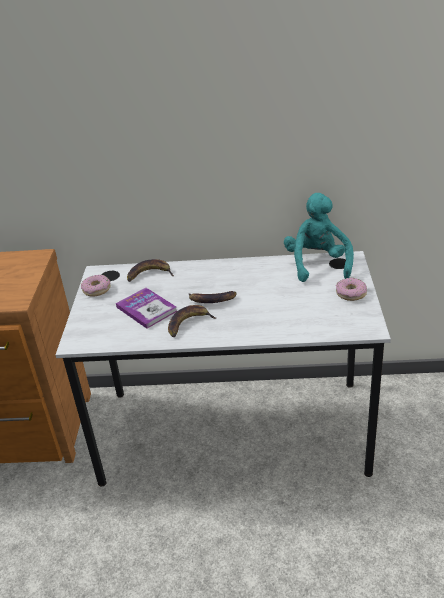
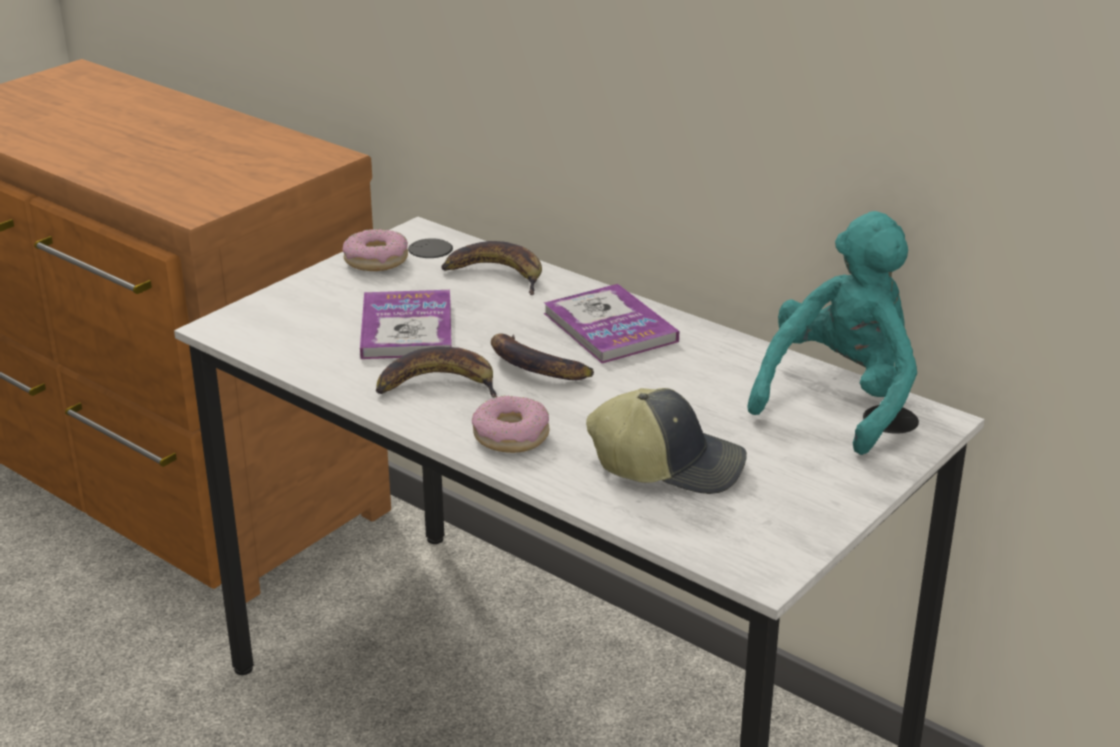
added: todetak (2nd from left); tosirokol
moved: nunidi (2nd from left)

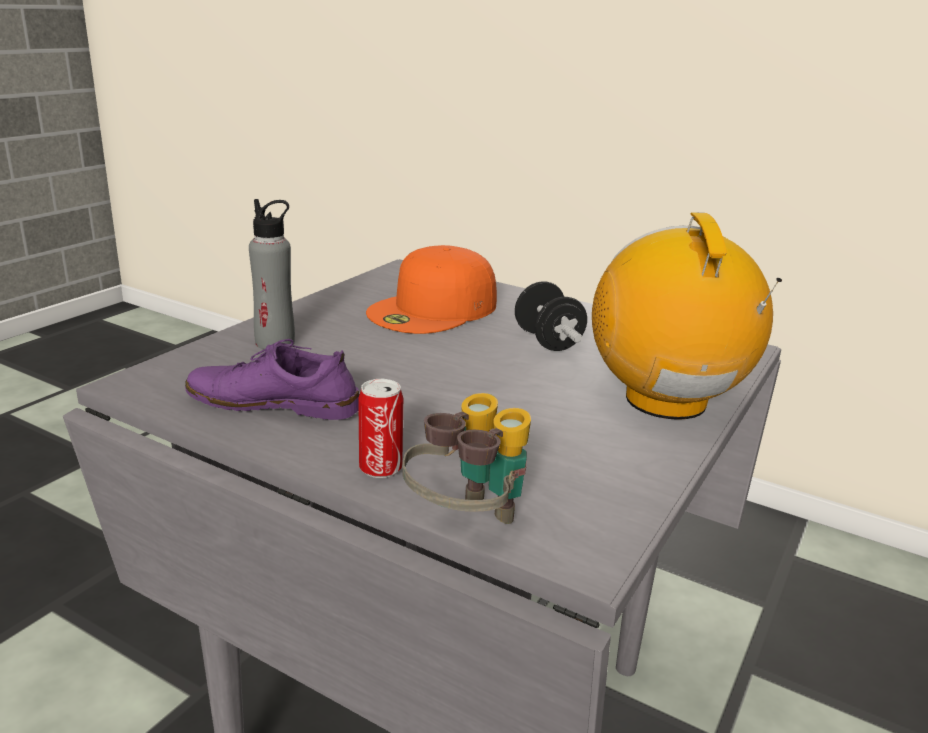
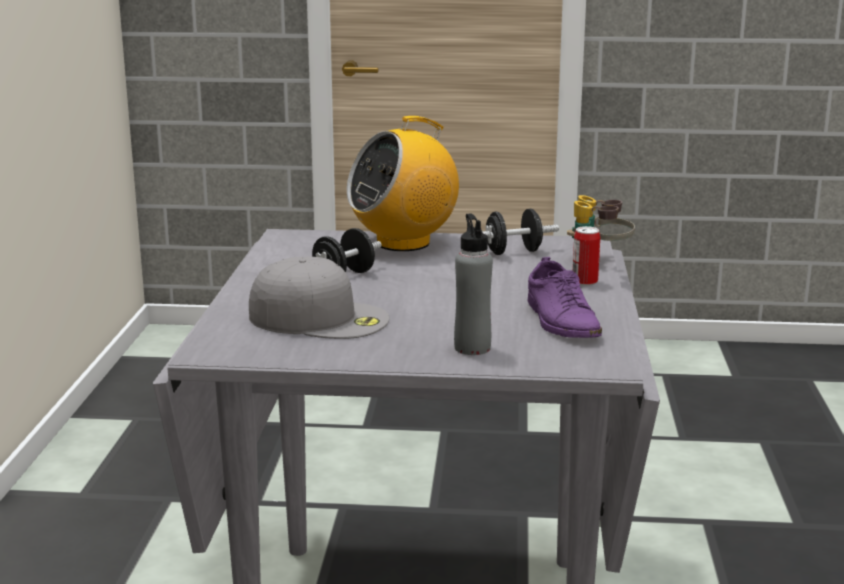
added: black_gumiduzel (2nd from left)
recoloured: orange_tosirokol to grey_tosirokol

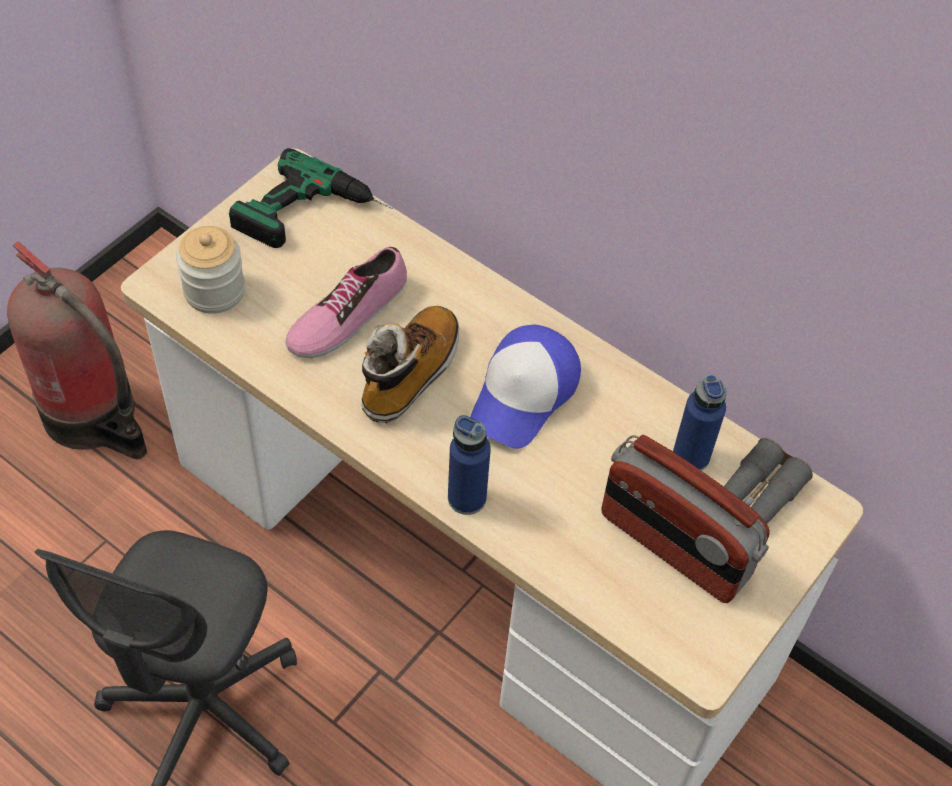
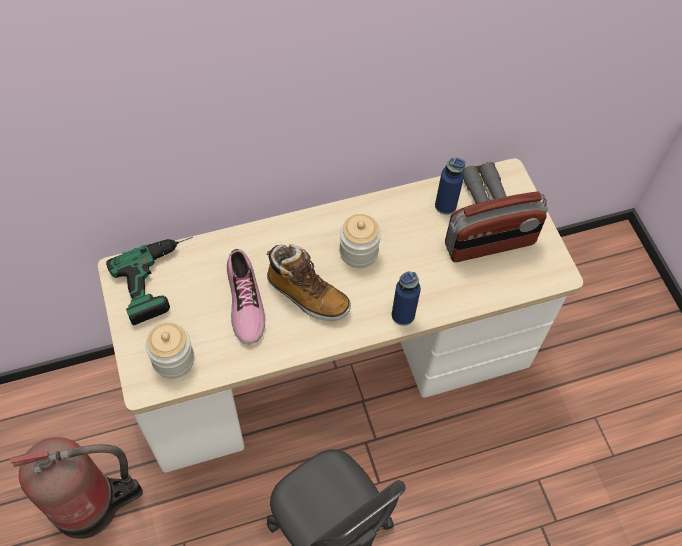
replaced: tosirokol to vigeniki (2nd from left)
turned: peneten 150 degrees clockwise

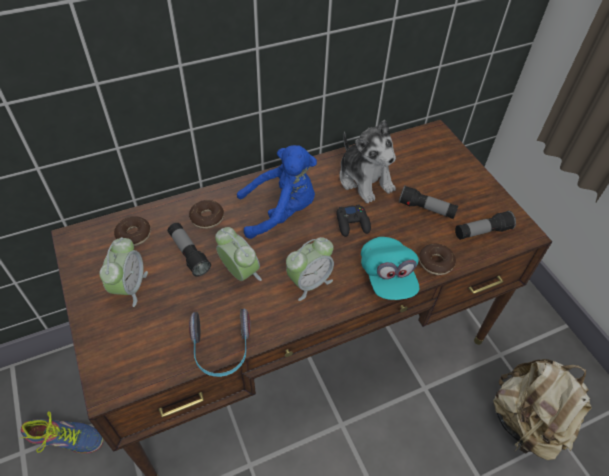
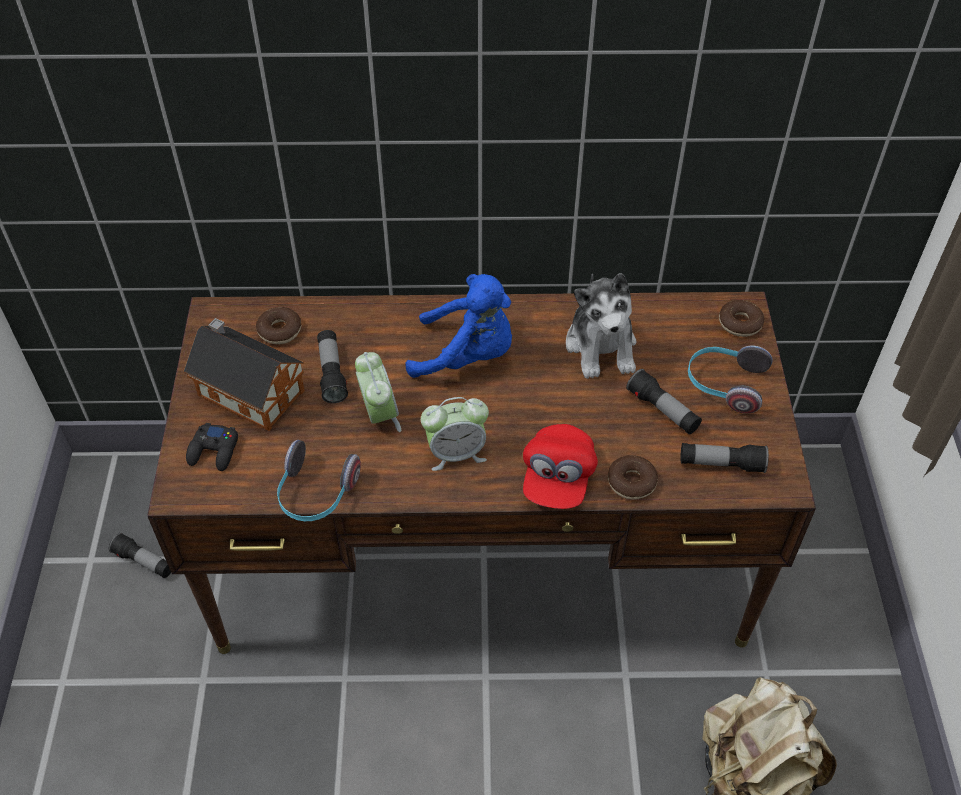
added: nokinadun (2nd from left)
moved: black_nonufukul; nunidi (2nd from left in the first image) to nunidi (3rd from left)
replaced: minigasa to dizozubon (1st from left); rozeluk (1st from left) to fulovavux
recoloured: turquoise_tosirokol to red_tosirokol

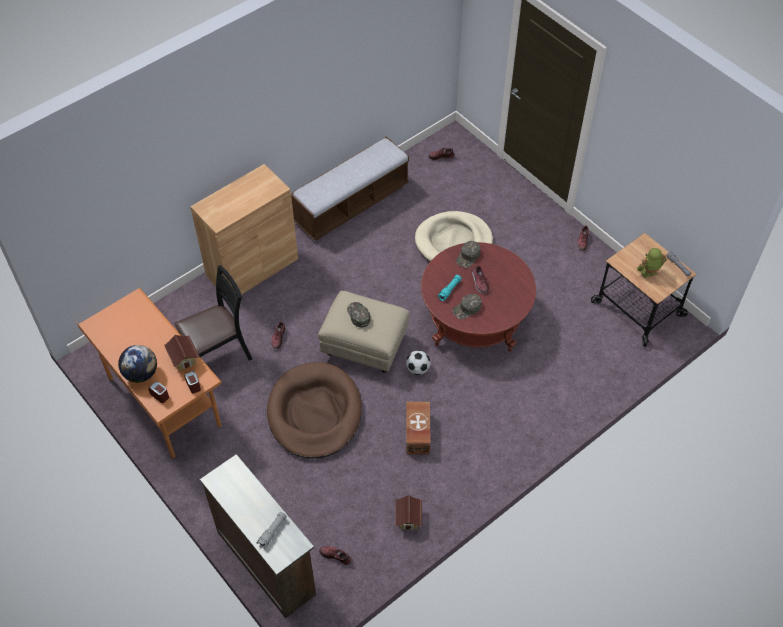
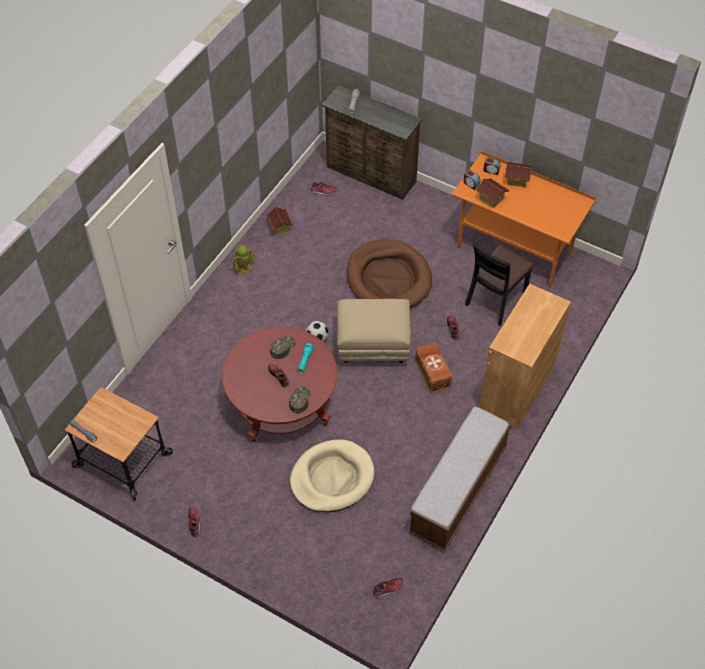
removed: green_tosirokol (1st from left)
moved: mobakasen; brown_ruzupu
replaced: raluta to fulovavux (3rd from left)

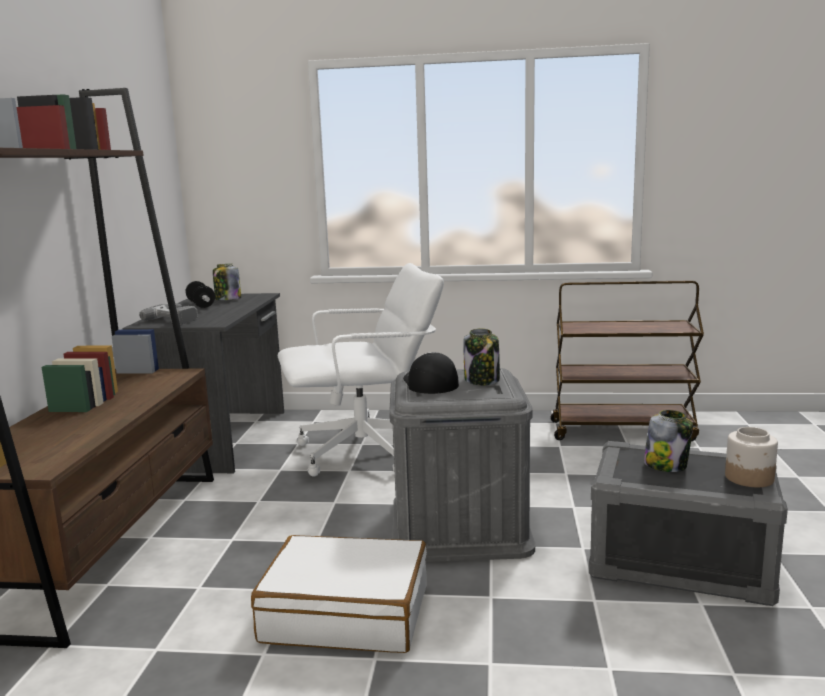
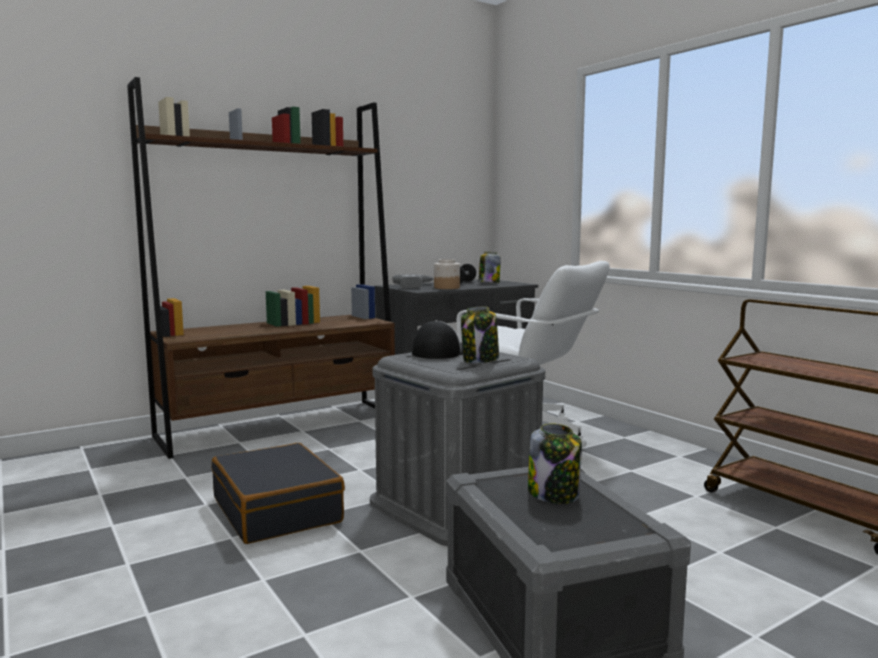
moved: vigeniki (4th from left in the first image) to vigeniki (1st from left)
recoloured: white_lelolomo to black_lelolomo

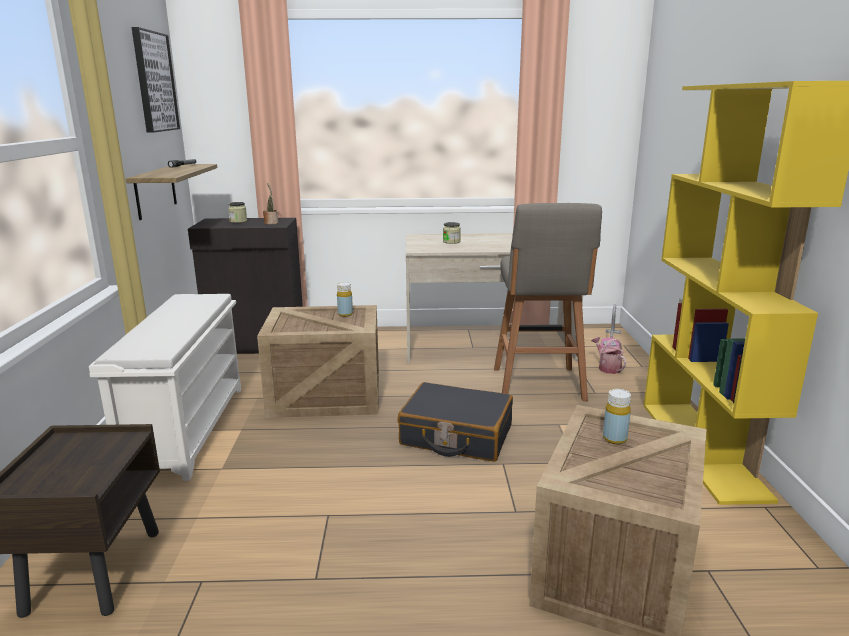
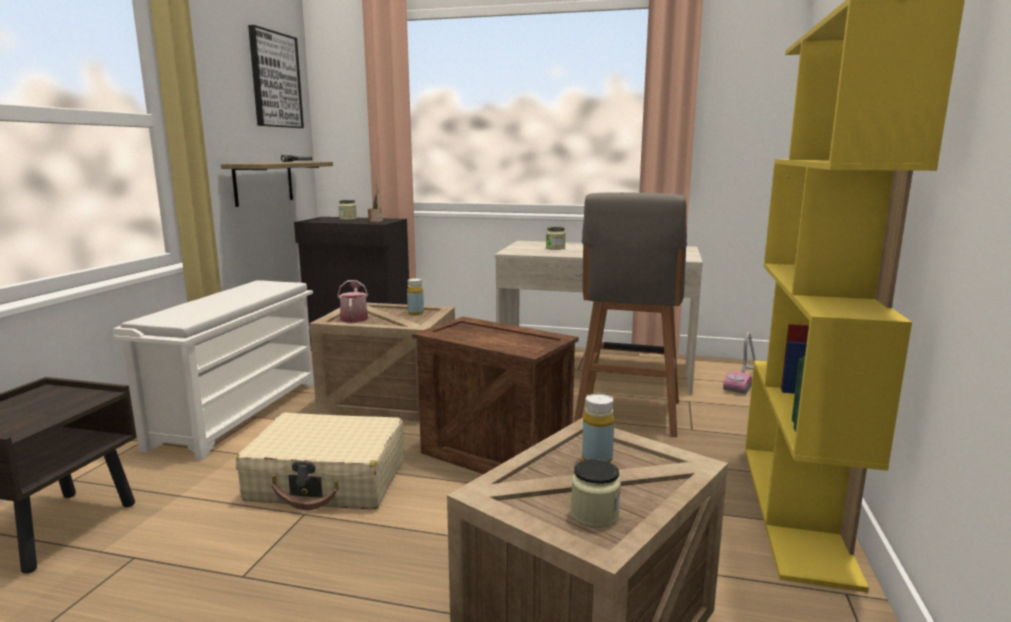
added: beige_lelolomo; vigeniki (3rd from left)
moved: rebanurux
replaced: black_lelolomo to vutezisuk (2nd from left)

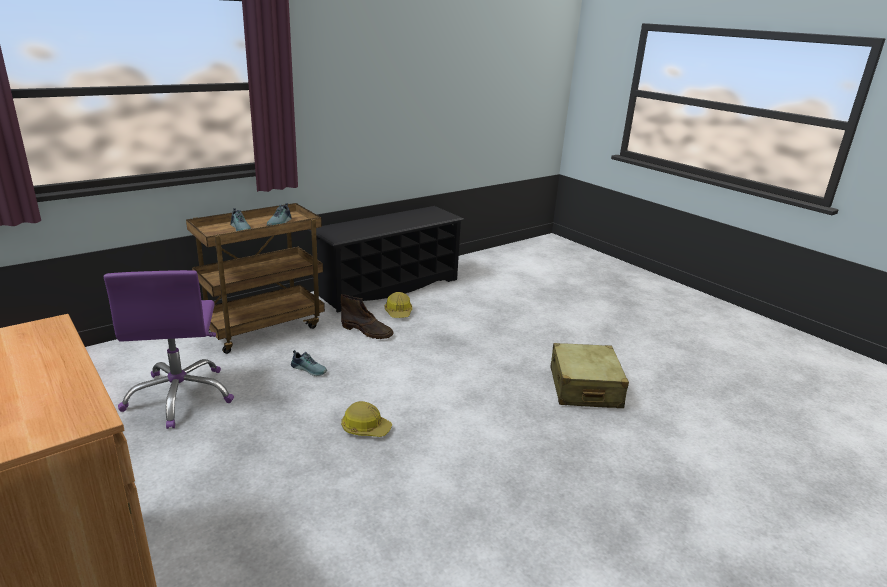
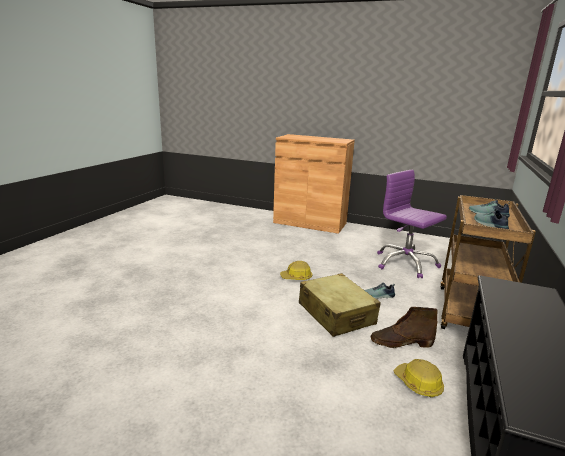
moved: beige_lelolomo

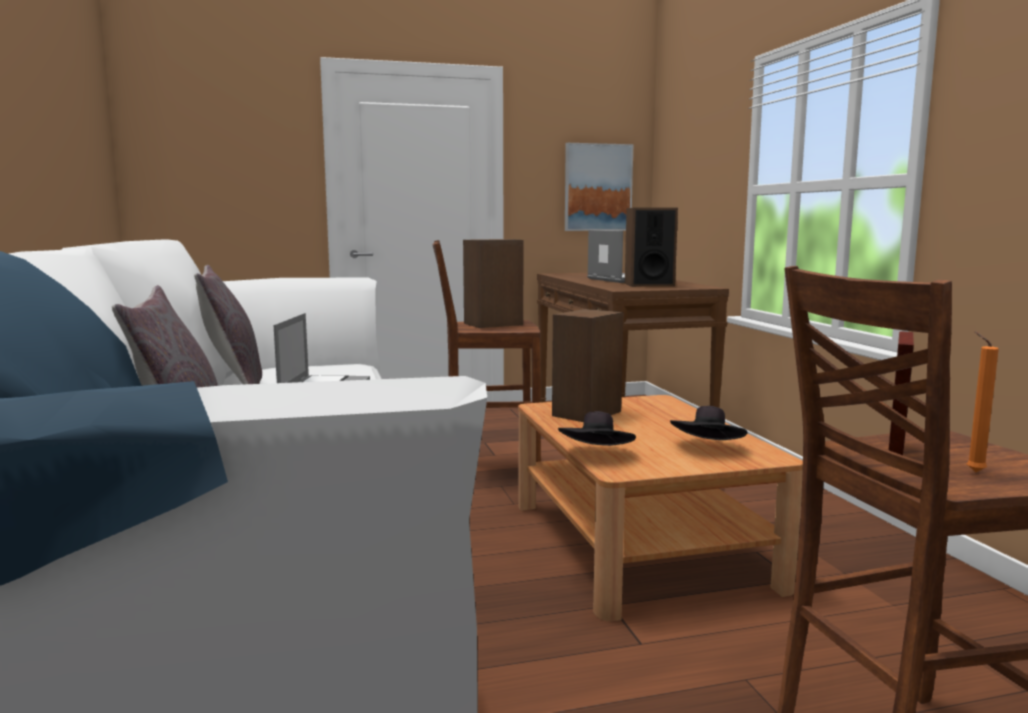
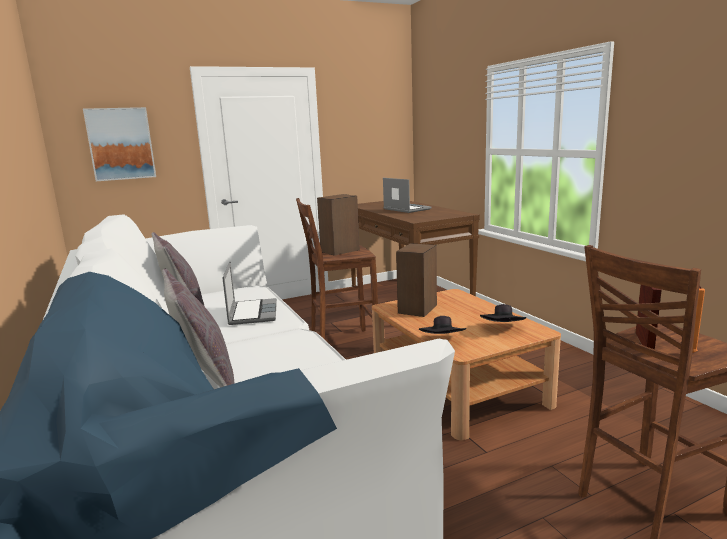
removed: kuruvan (3rd from left)
moved: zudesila

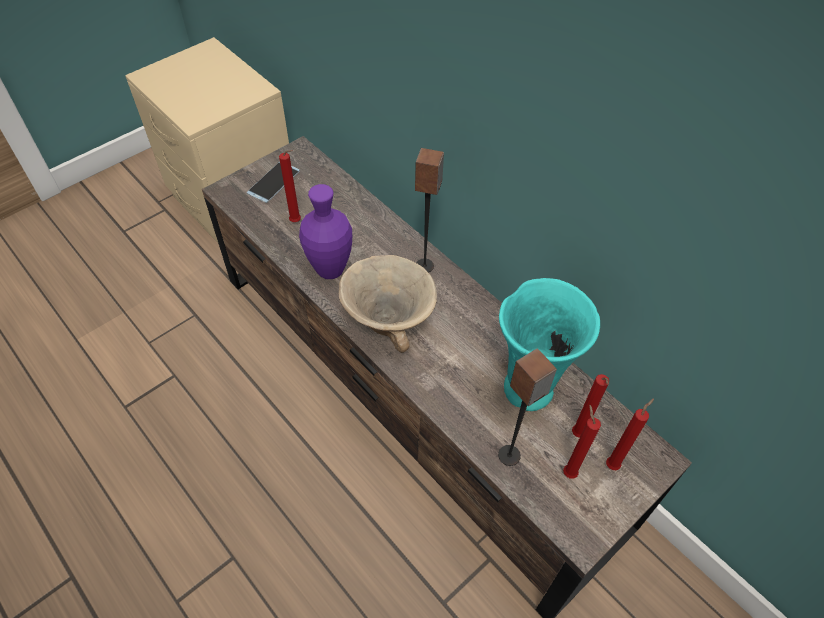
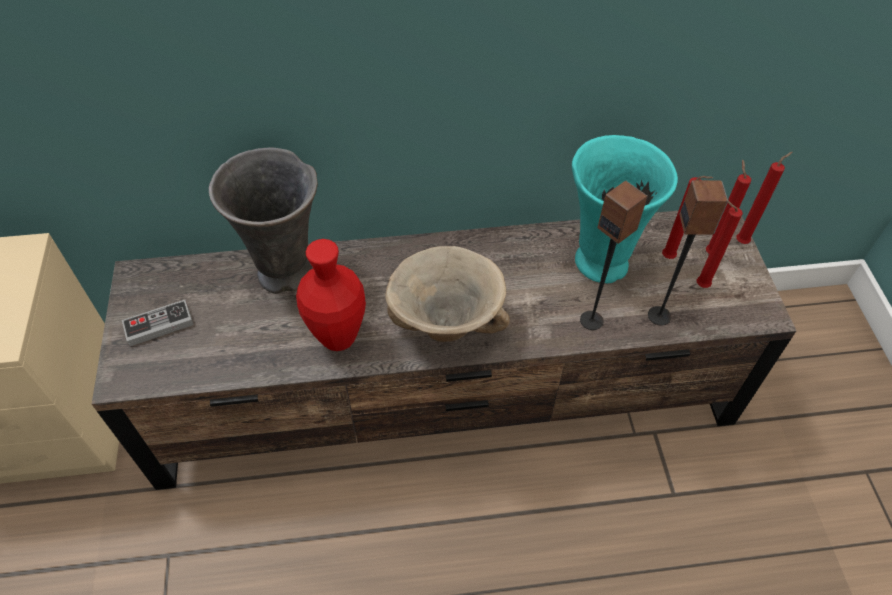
added: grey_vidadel
moved: kuruvan (1st from left); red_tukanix (1st from left in the first image) to red_tukanix (4th from left)
replaced: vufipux to nonufukul
recoloured: purple_vidadel to red_vidadel

